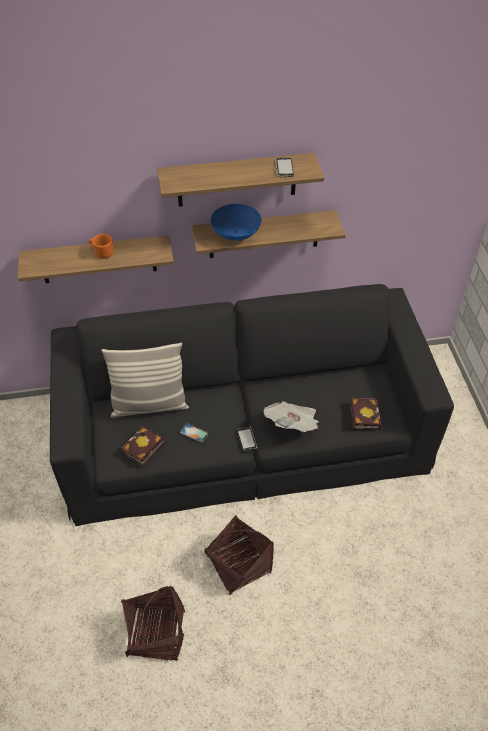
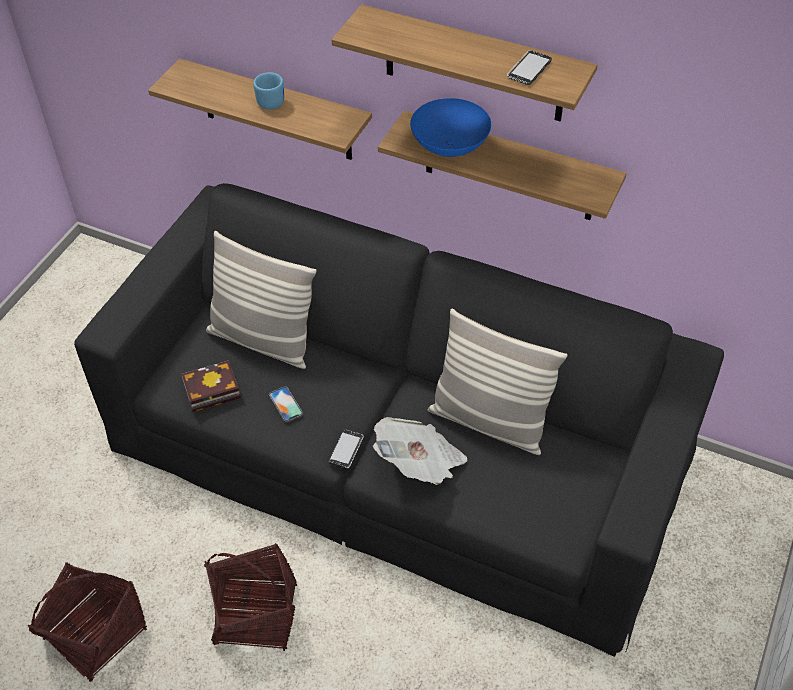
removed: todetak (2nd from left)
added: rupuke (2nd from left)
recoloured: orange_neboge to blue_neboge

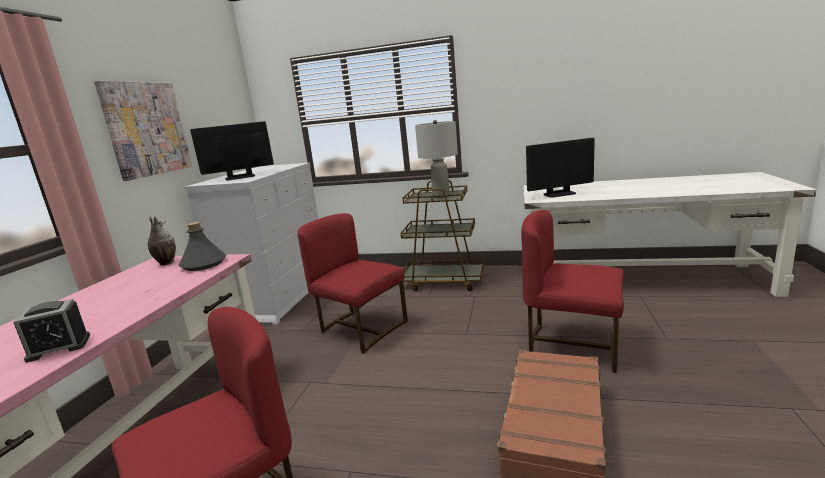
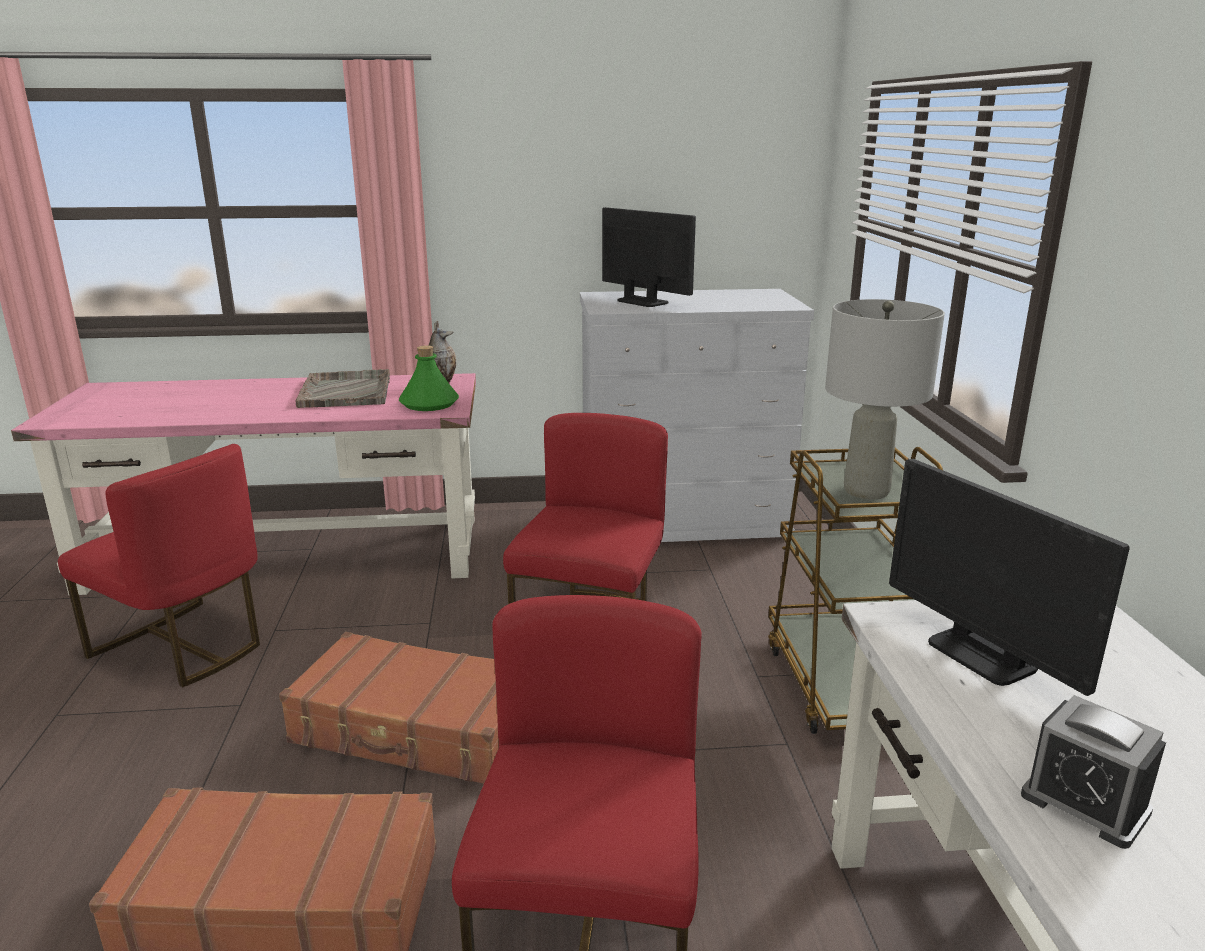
removed: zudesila
added: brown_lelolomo (2nd from left); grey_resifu
moved: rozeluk
recoloured: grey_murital to green_murital

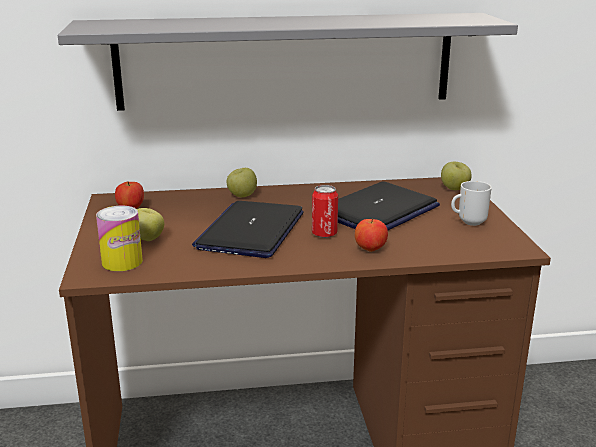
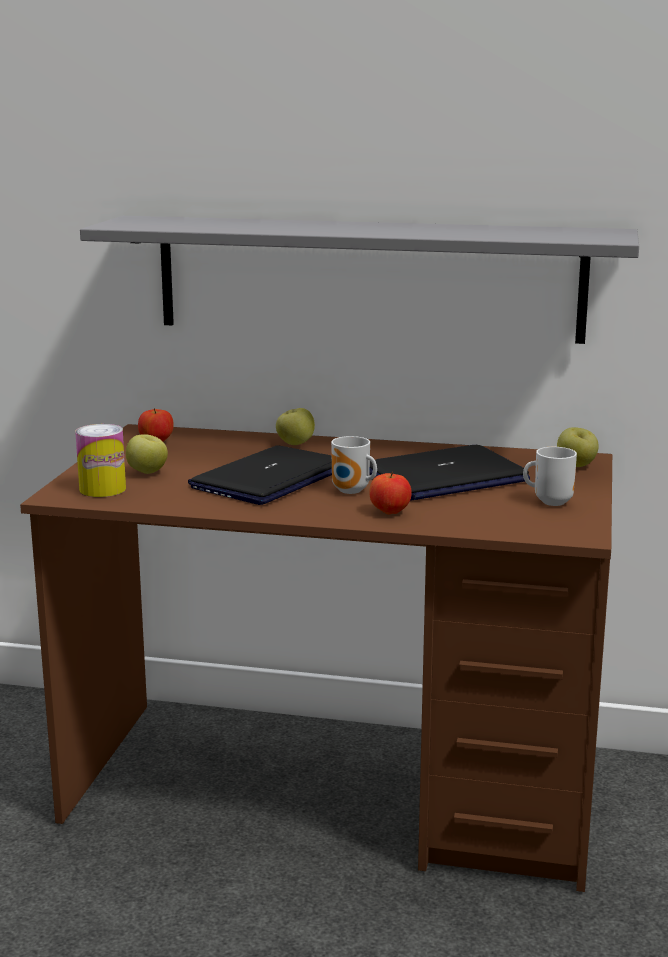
replaced: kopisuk (2nd from left) to neboge (1st from left)

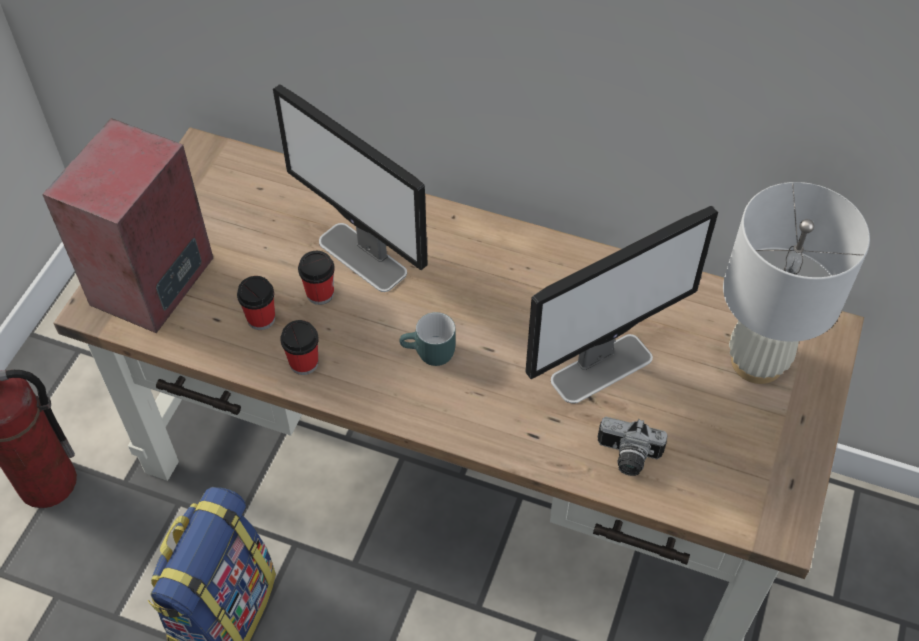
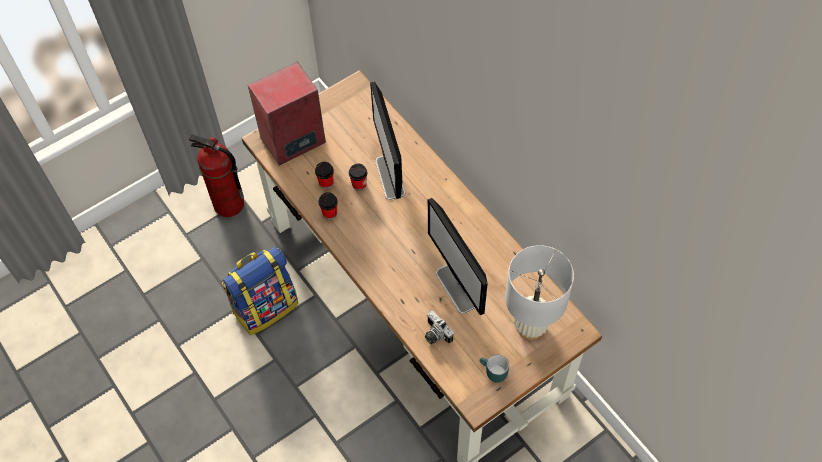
moved: turquoise_neboge
turned: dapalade (2nd from left) 60 degrees clockwise

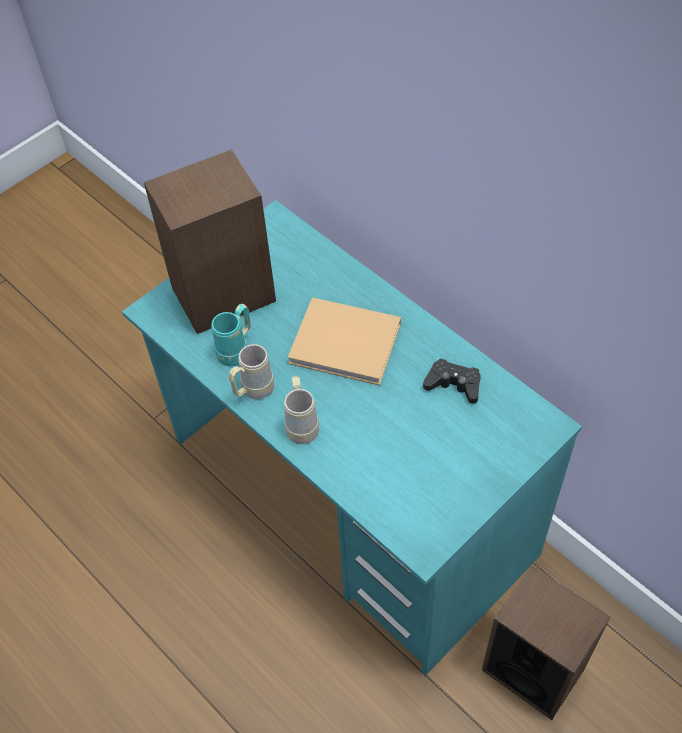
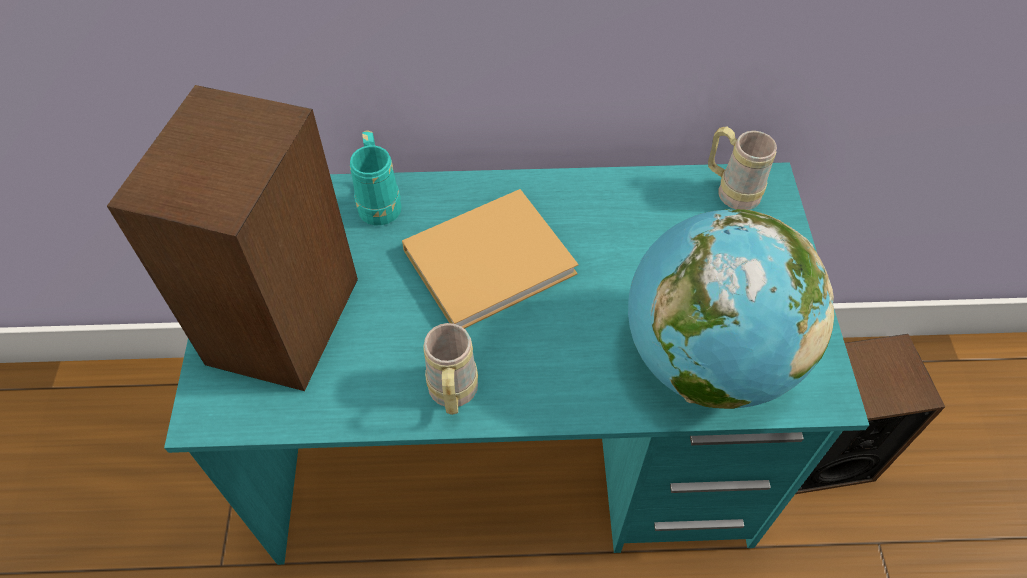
removed: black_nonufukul
added: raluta
moved: turquoise_neboge; beige_neboge (2nd from left)

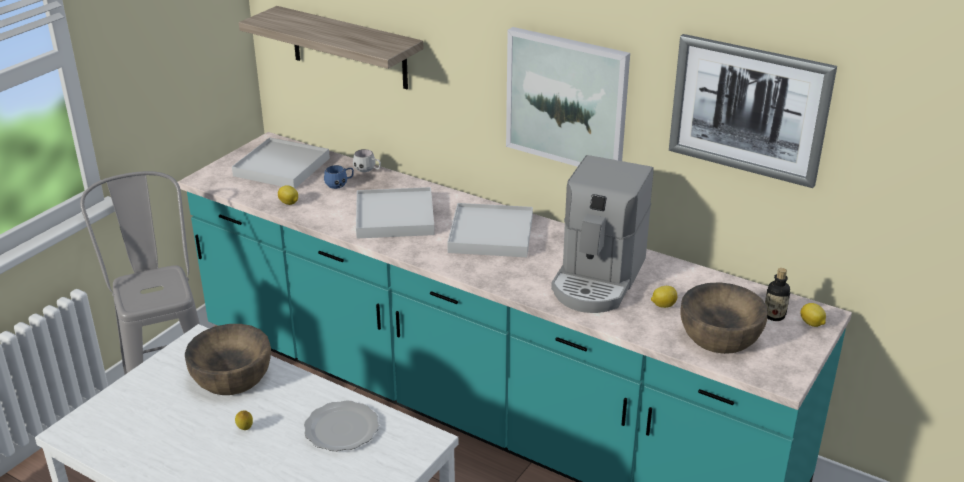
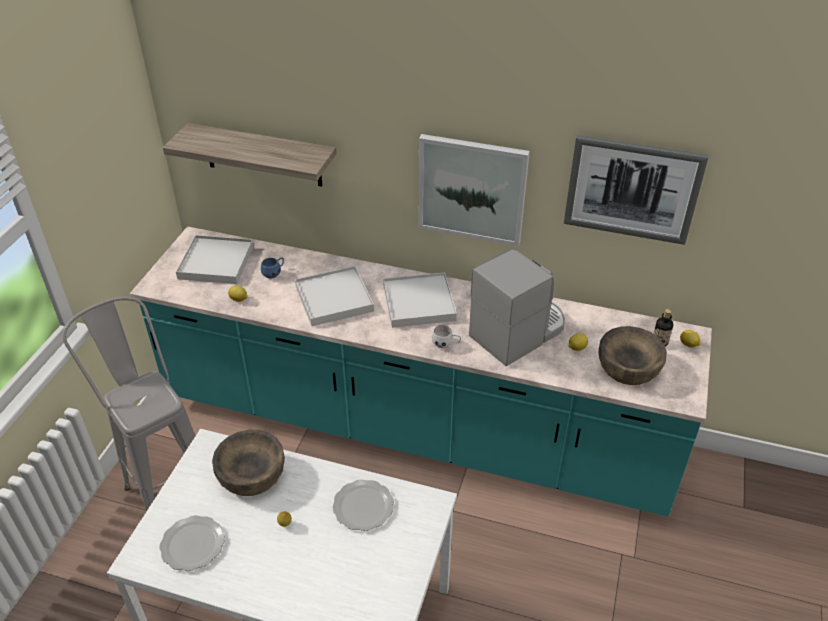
added: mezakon (1st from left)
moved: white_neboge
turned: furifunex 135 degrees counterclockwise

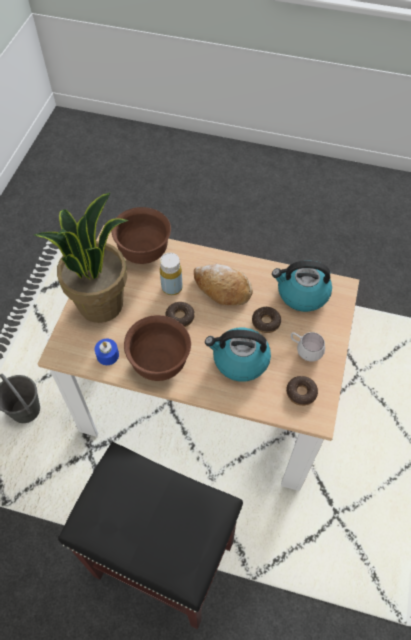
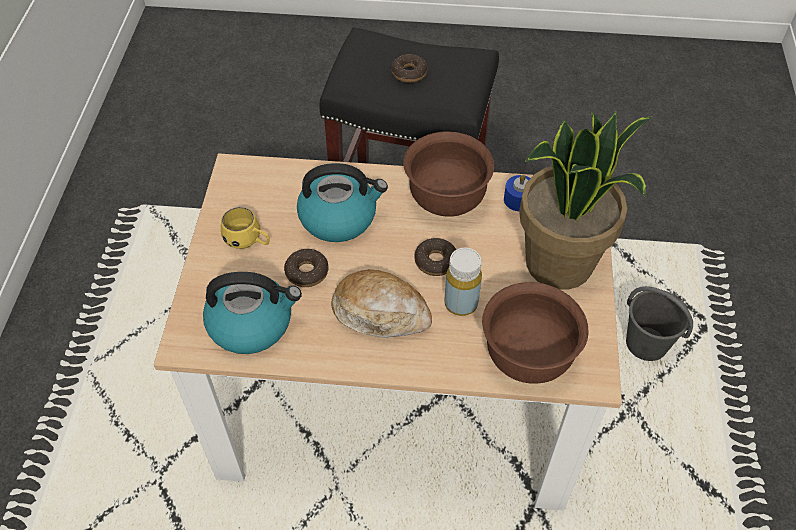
moved: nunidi (3rd from left in the first image) to nunidi (2nd from left)
recoloured: white_neboge to yellow_neboge

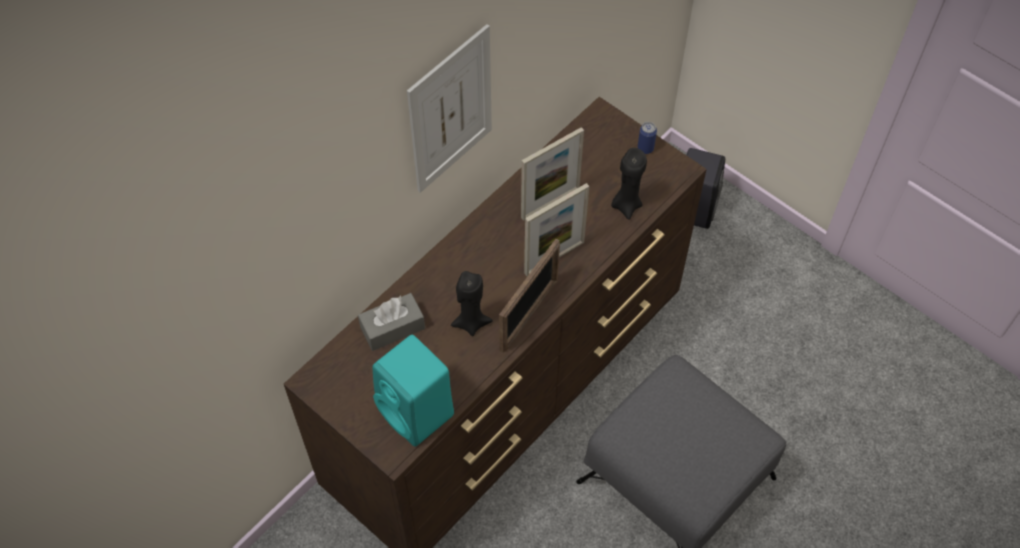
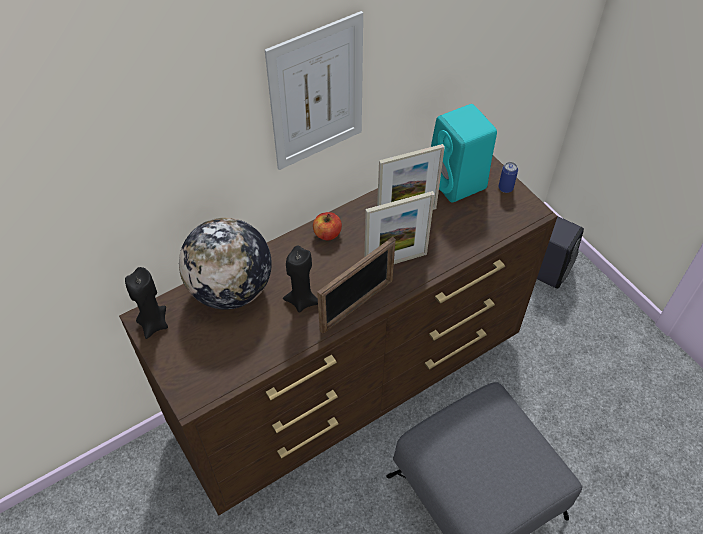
added: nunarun
moved: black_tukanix (2nd from left in the first image) to black_tukanix (1st from left); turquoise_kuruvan
replaced: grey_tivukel to raluta

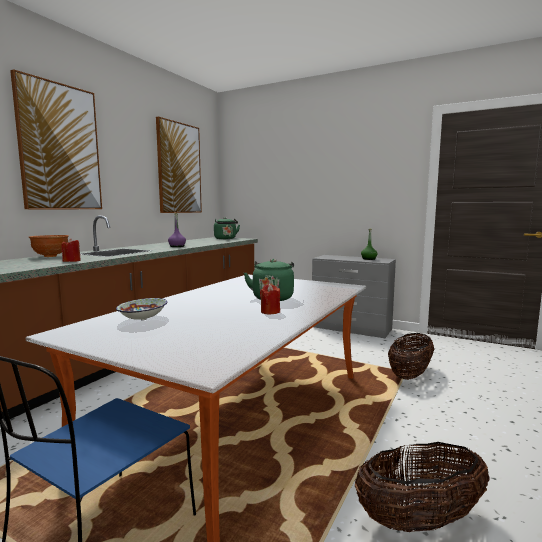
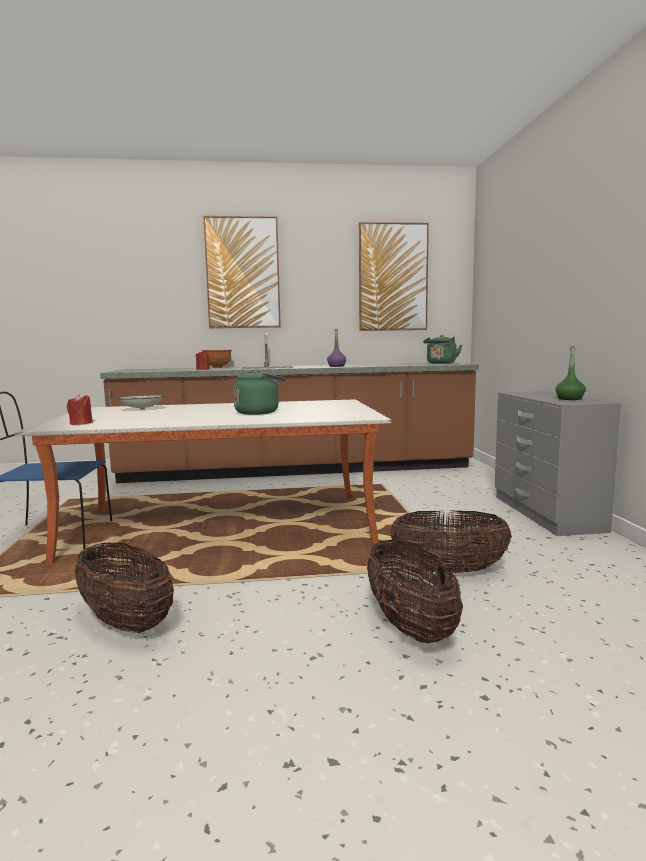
added: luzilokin (2nd from left)
moved: red_tukanix (2nd from left in the first image) to red_tukanix (1st from left)

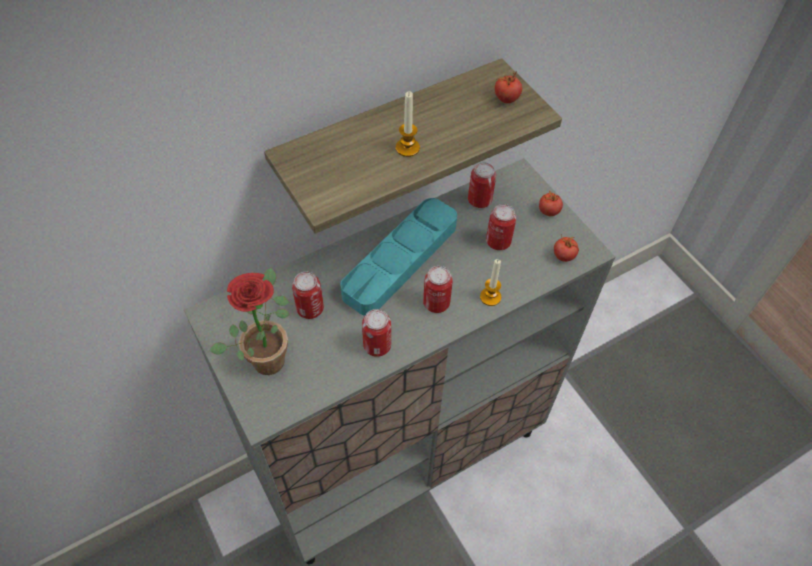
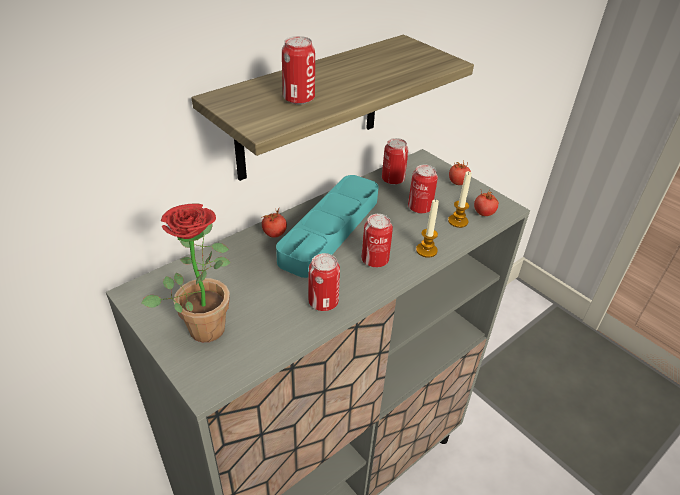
moved: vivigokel (1st from left); kopisuk (1st from left); tukanix (1st from left in the first image) to tukanix (2nd from left)

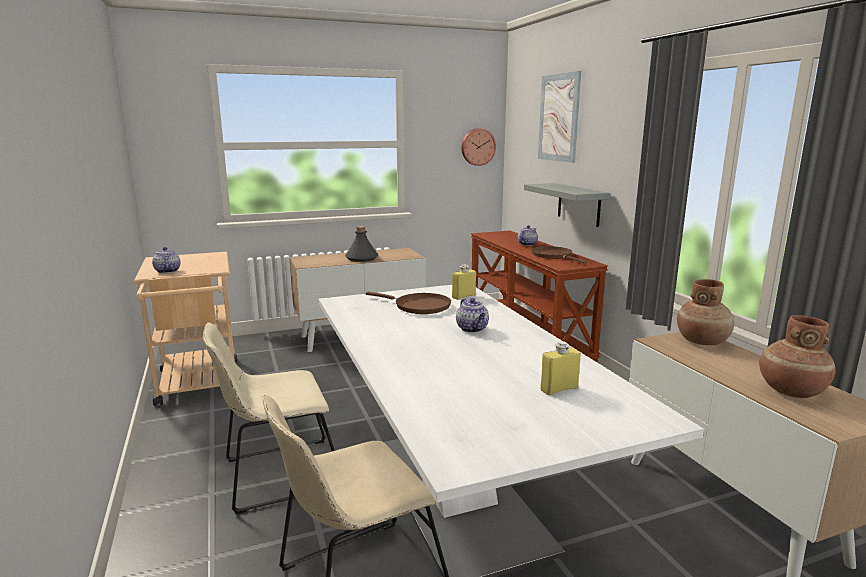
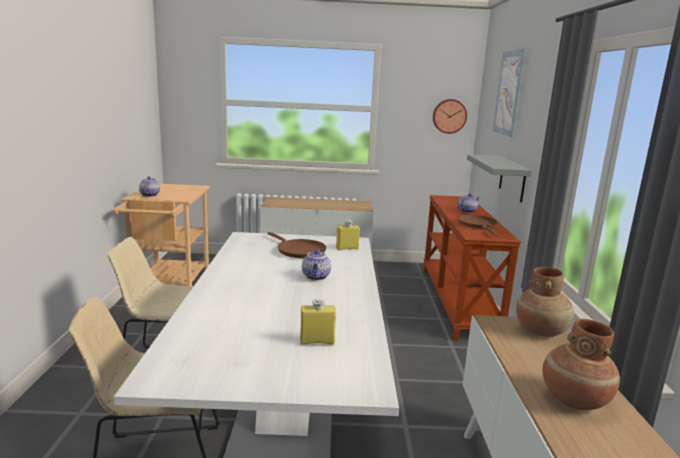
removed: grey_murital

